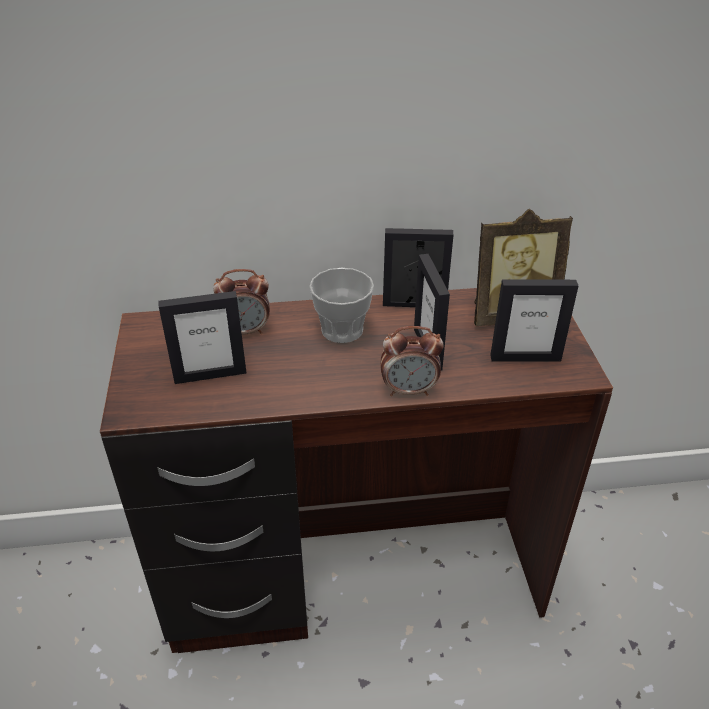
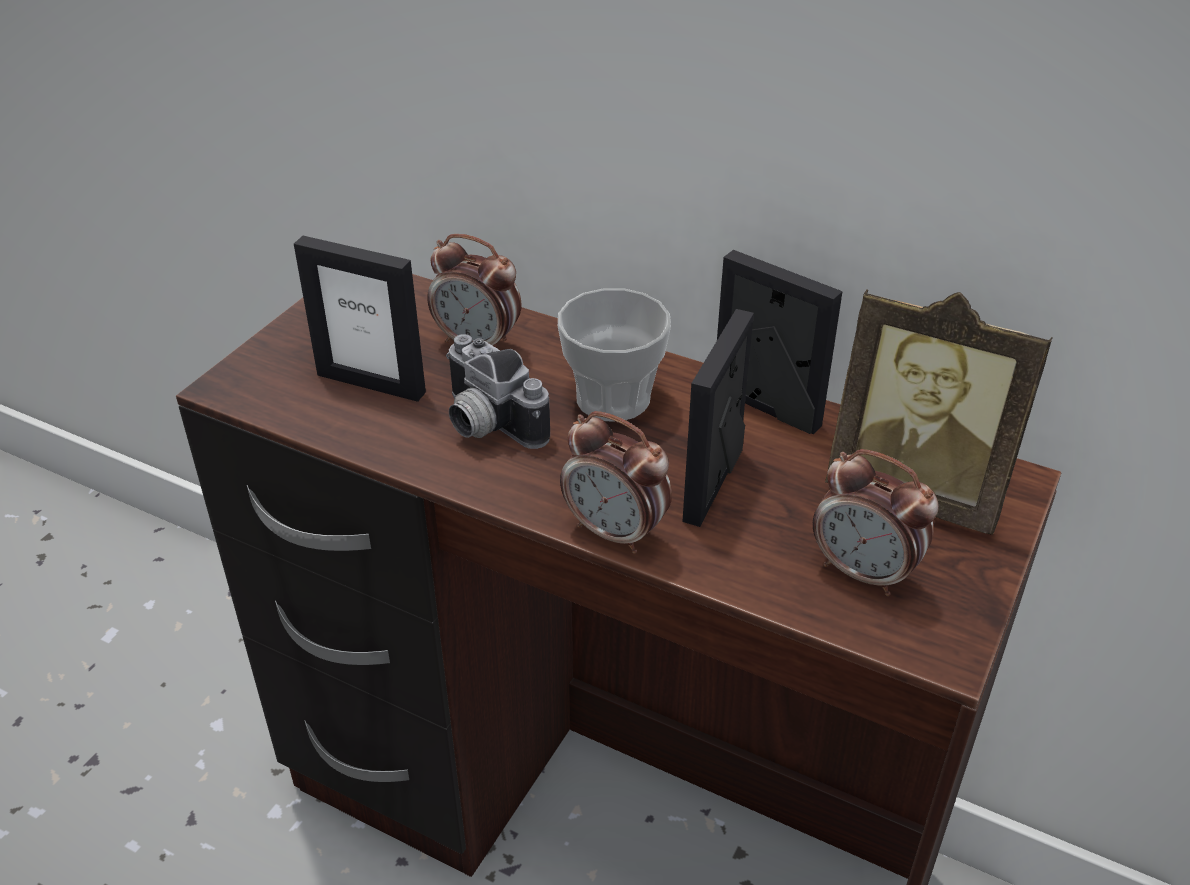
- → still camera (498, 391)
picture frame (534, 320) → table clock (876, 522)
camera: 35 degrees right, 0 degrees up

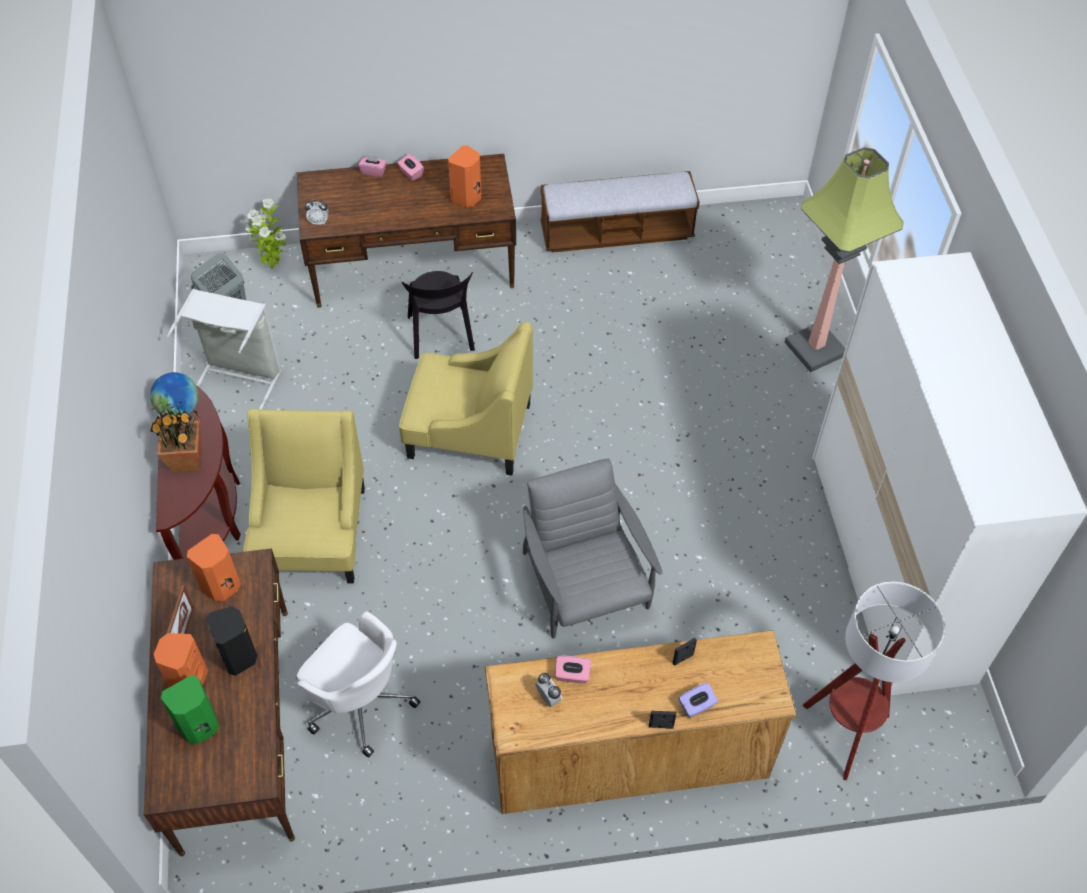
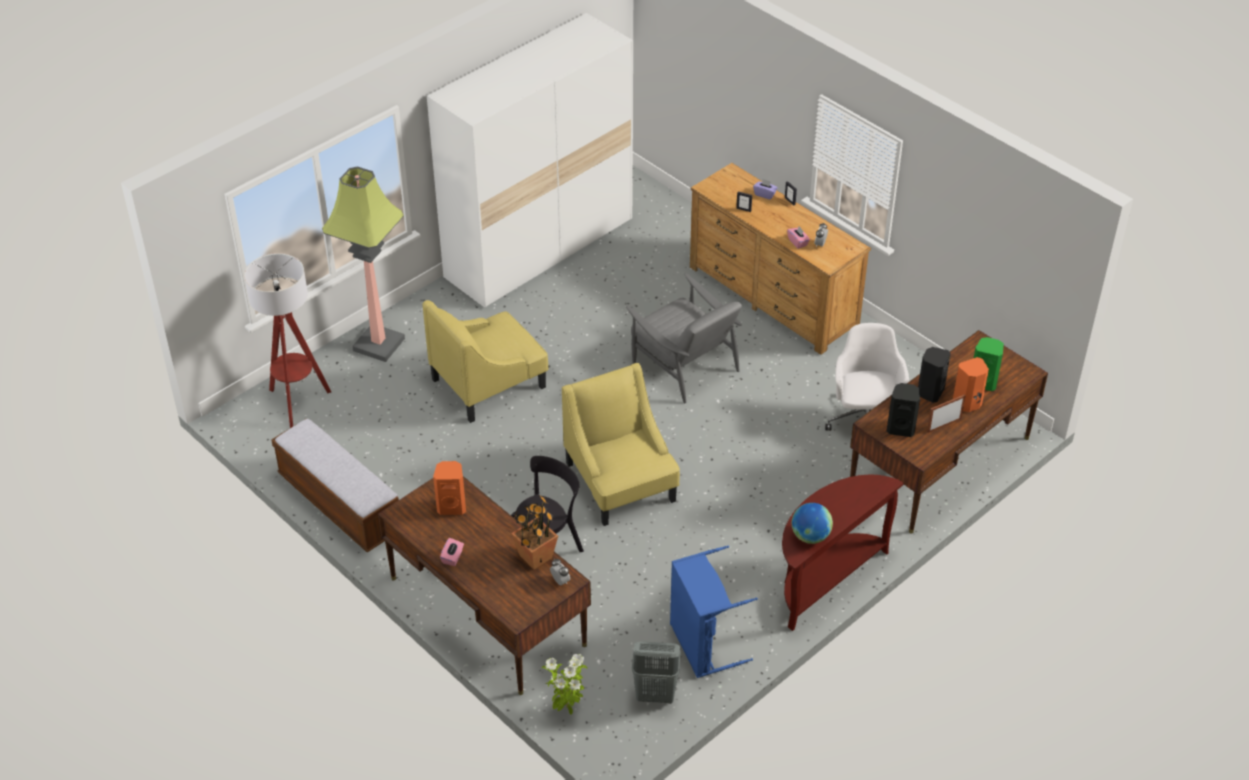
floor lamp (873, 681) → floor lamp (287, 340), relocated
yellow-coloured armchair (304, 496) → yellow-coloured armchair (486, 361), relocated
potted plant (176, 436) → potted plant (534, 532), relocated
gray armchair (592, 548) → gray armchair (684, 338), 75 degrees counterclockwise
gray hamper (224, 349) → blue hamper (714, 612)
orange speaker (214, 568) → blackish speaker (903, 410)
pink-coloured tissue box (372, 165) → -
camera: 125 degrees left, 10 degrees down

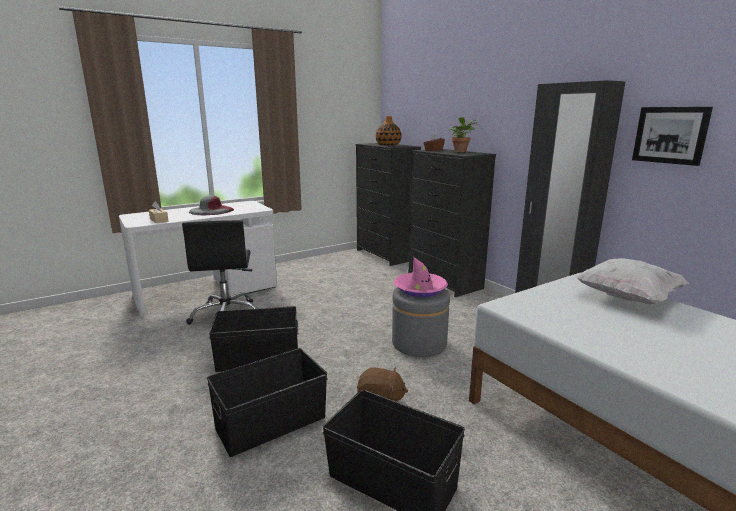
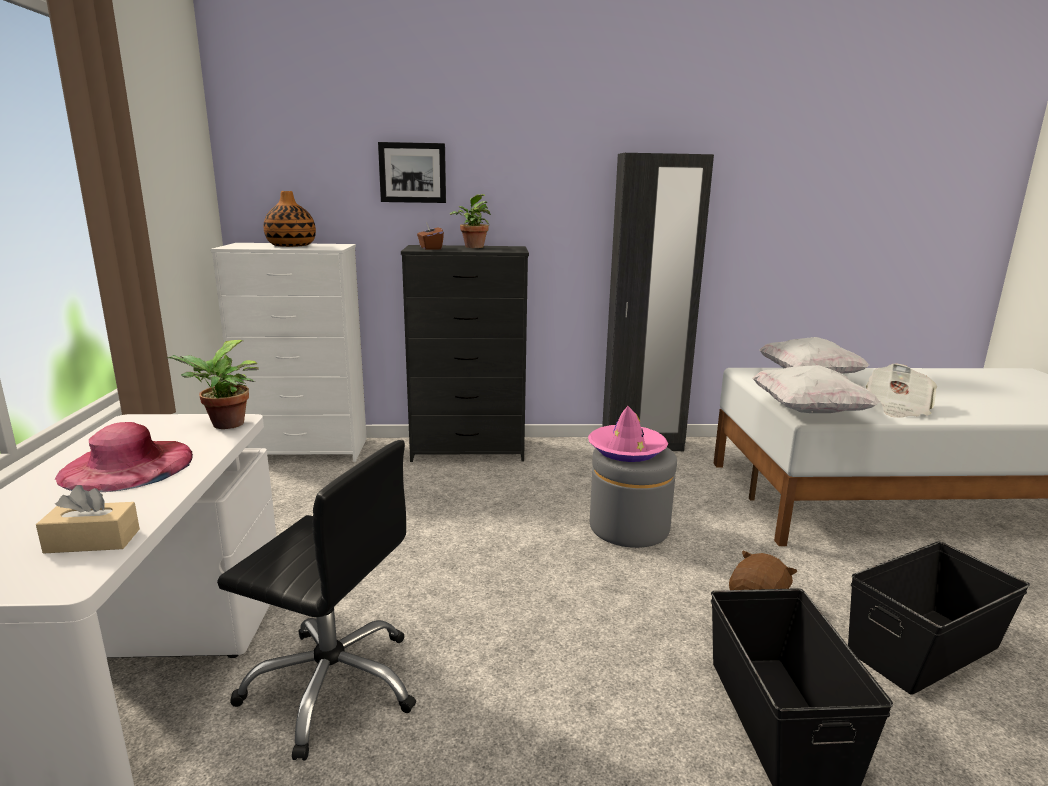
gray hat (211, 205) → pink-coloured hat (123, 457)
- → potted plant (212, 384)
blackish dresser (388, 204) → white-coloured dresser (289, 352)
picture (672, 136) → picture (412, 172), relocated
- → white-coloured cushion (816, 389)
- → printed paper (901, 390)
blackish storage container (253, 339) → -
camera: 60 degrees left, 0 degrees up

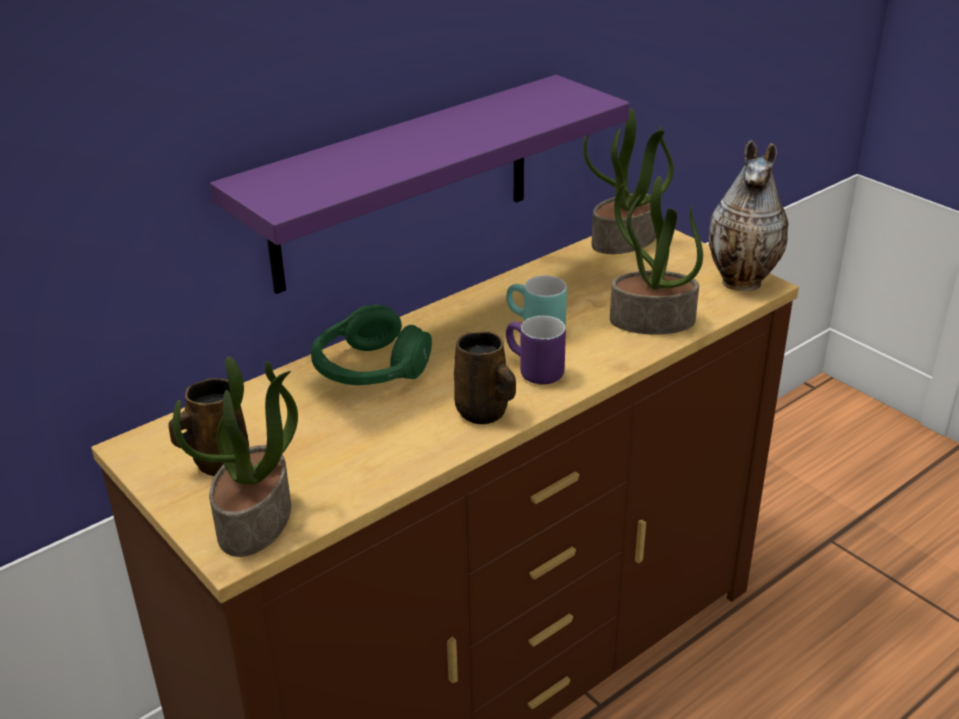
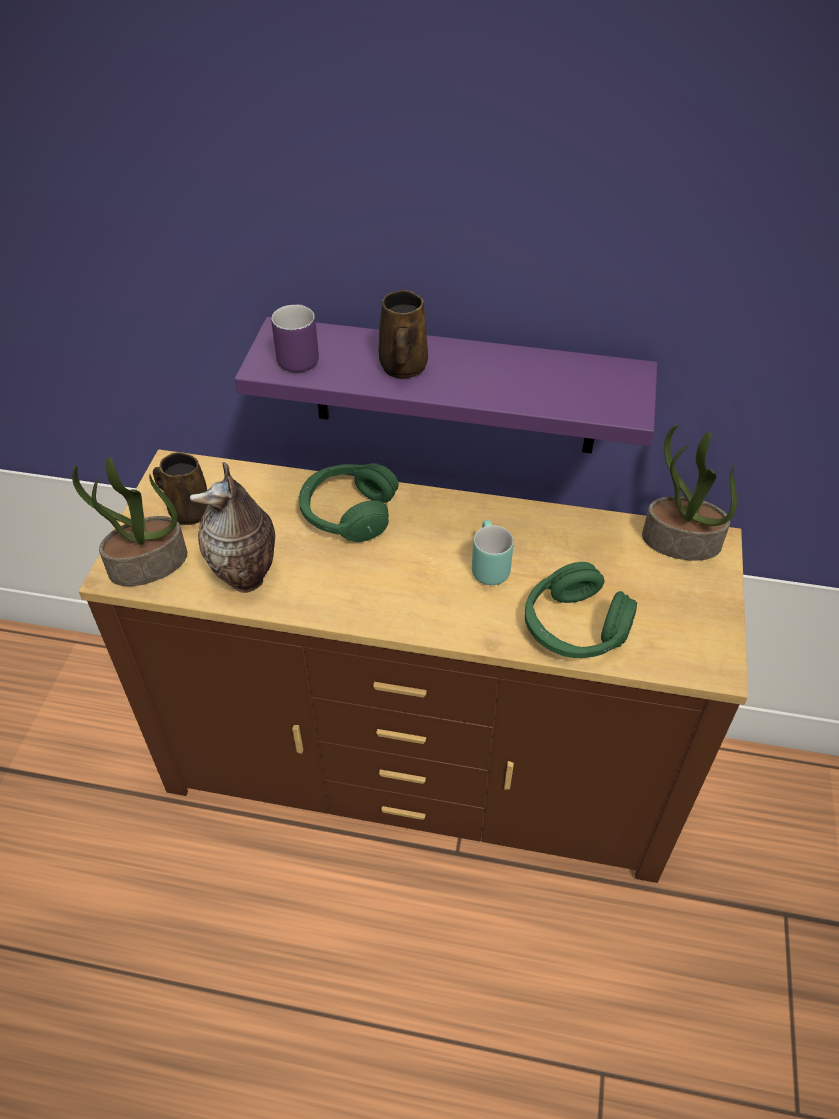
flower vase (749, 215) → flower vase (232, 527), relocated
purple coffee mug (536, 350) → purple coffee mug (295, 338), relocated
brown coffee mug (485, 377) → brown coffee mug (403, 334), relocated
potted plant (656, 255) → green pair of headphones (581, 610)
camera: 50 degrees right, 15 degrees up

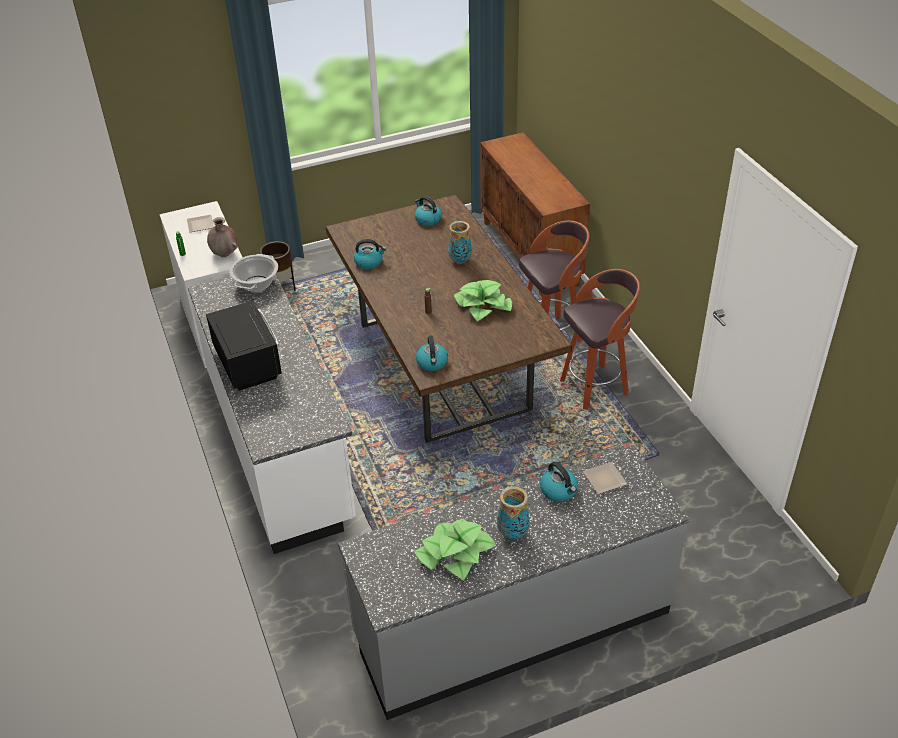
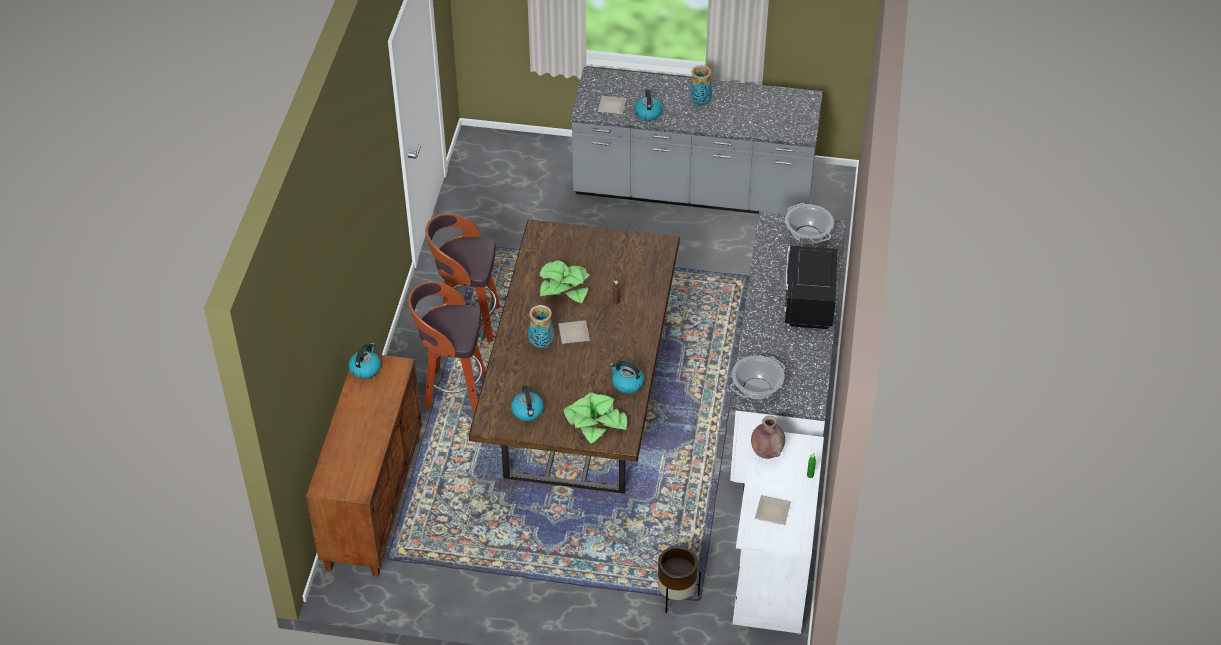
kettle (432, 353) → kettle (364, 361), relocated
- → plate (574, 332)
potted plant (455, 550) → potted plant (595, 418), relocated
- → stockpot (809, 223)
camera: 150 degrees left, 5 degrees up

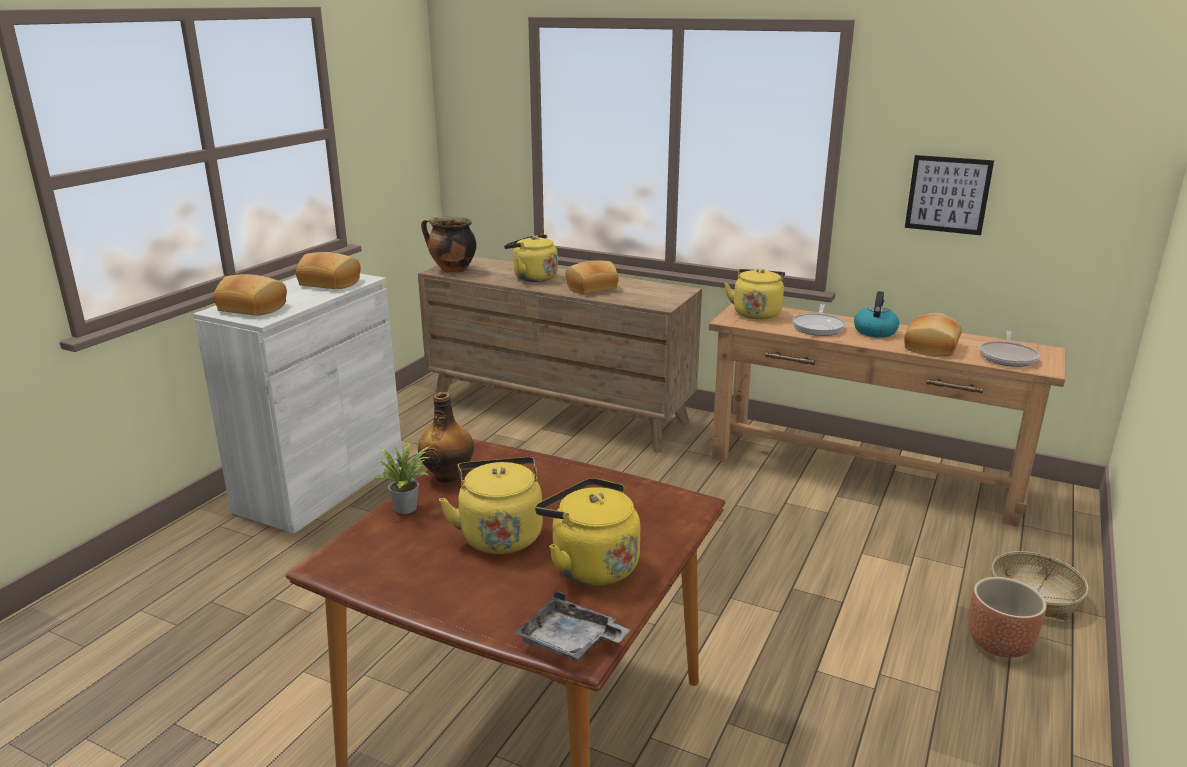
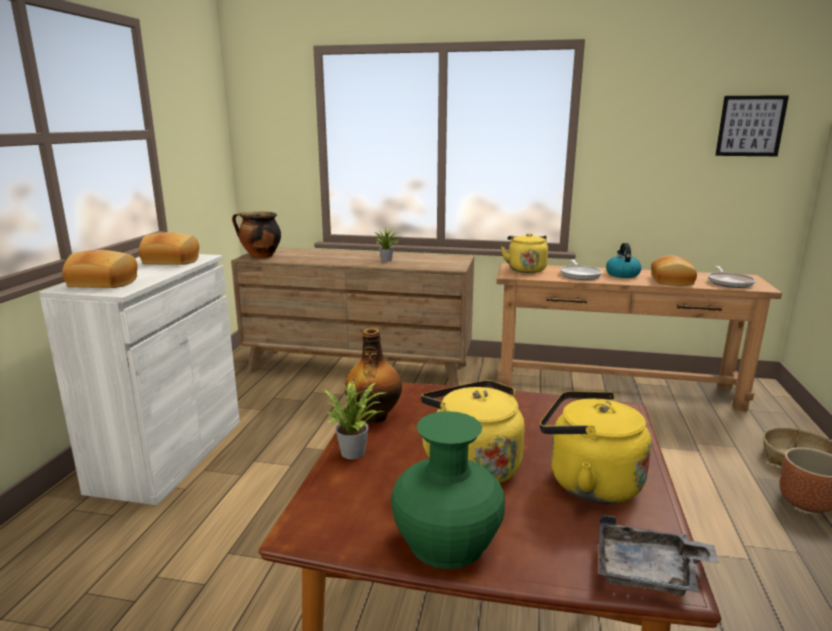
bakery bread (592, 277) → potted plant (386, 245)
- → green flower vase (448, 490)
picture (949, 195) → picture (752, 125), relocated
yellow-coloured kettle (531, 258) → -
camera: 15 degrees left, 5 degrees down

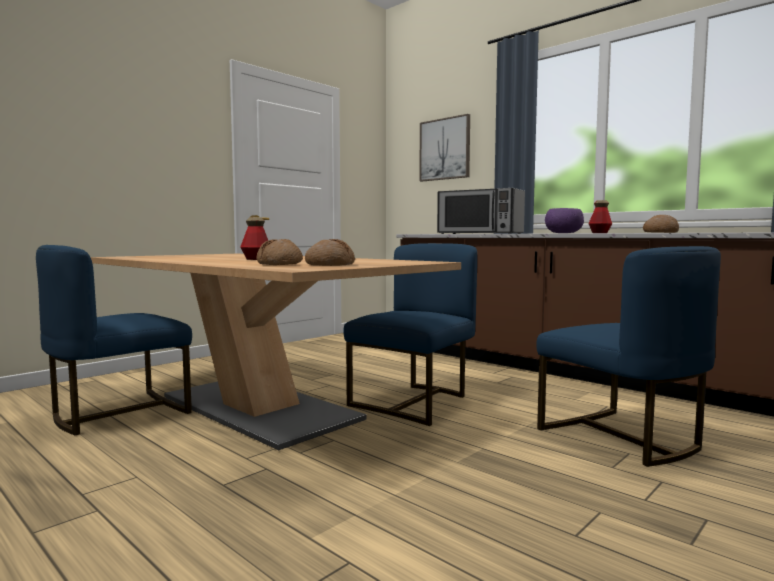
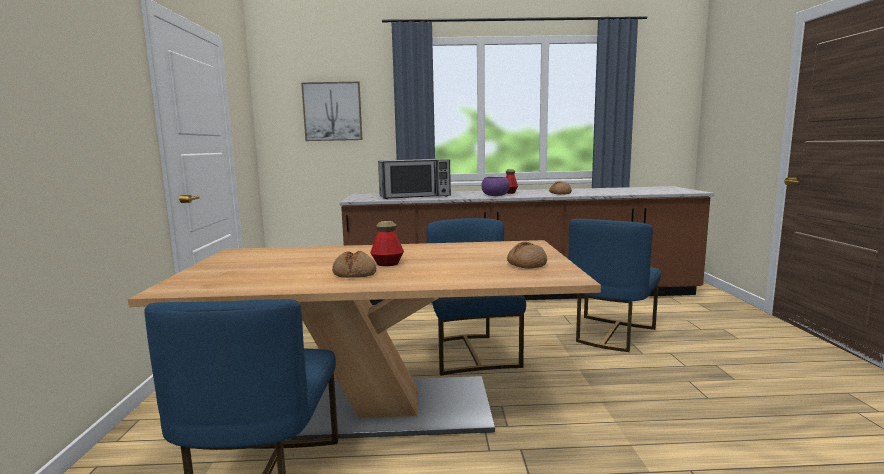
bakery bread (279, 252) → bakery bread (354, 264), relocated
blue plain chair (628, 356) → blue plain chair (615, 285), 105 degrees clockwise
camera: 45 degrees left, 5 degrees up

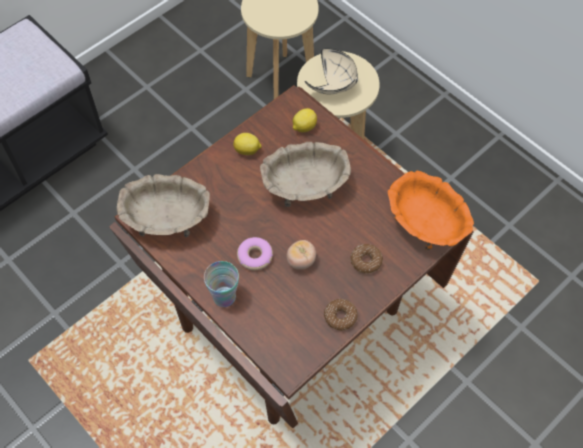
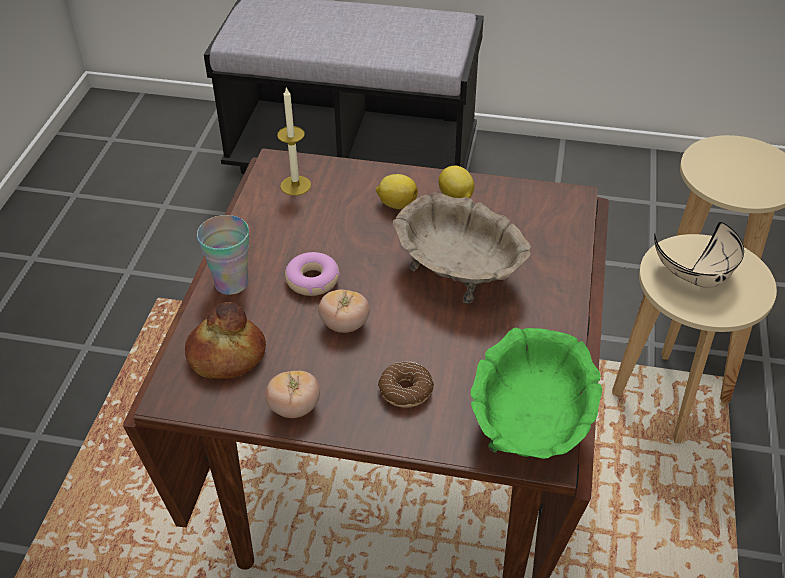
- → bakery bread (225, 340)
doughnut (341, 315) → fresh tomato (292, 394)
beige-coloured deep dish (163, 205) → candle (294, 141)
lemon (305, 120) → lemon (397, 191), relocated
orange deep dish (431, 210) → green deep dish (536, 393)
camera: 55 degrees right, 15 degrees down

